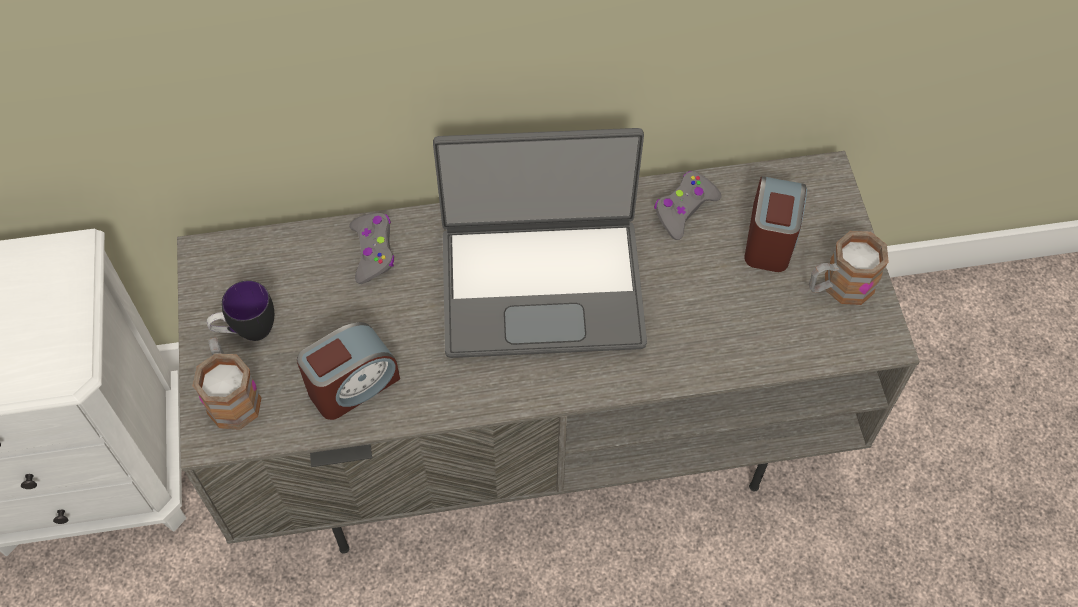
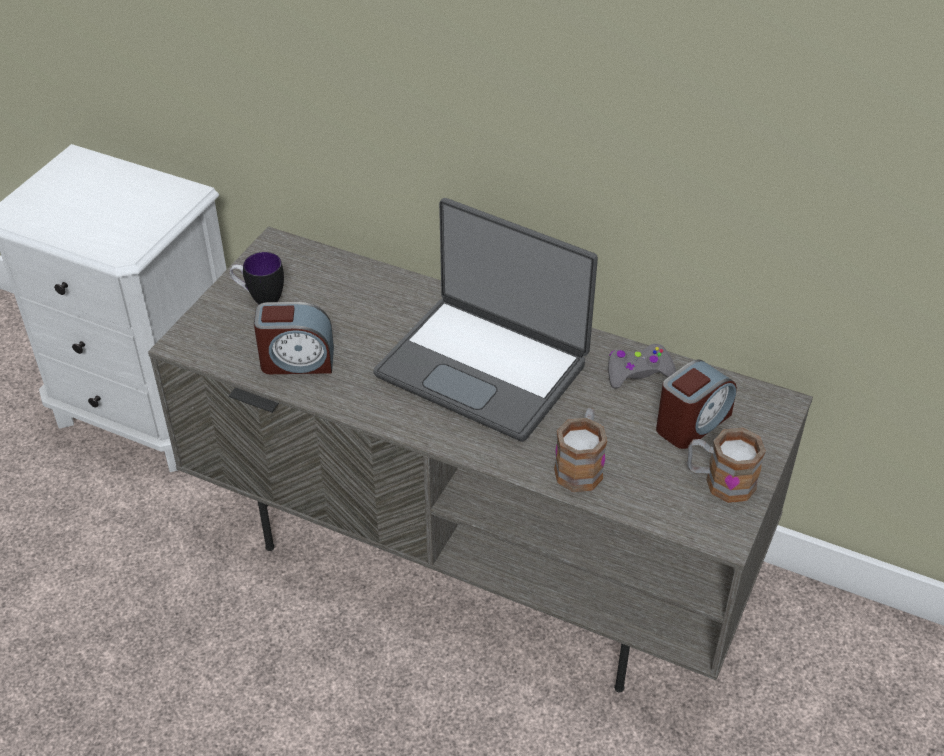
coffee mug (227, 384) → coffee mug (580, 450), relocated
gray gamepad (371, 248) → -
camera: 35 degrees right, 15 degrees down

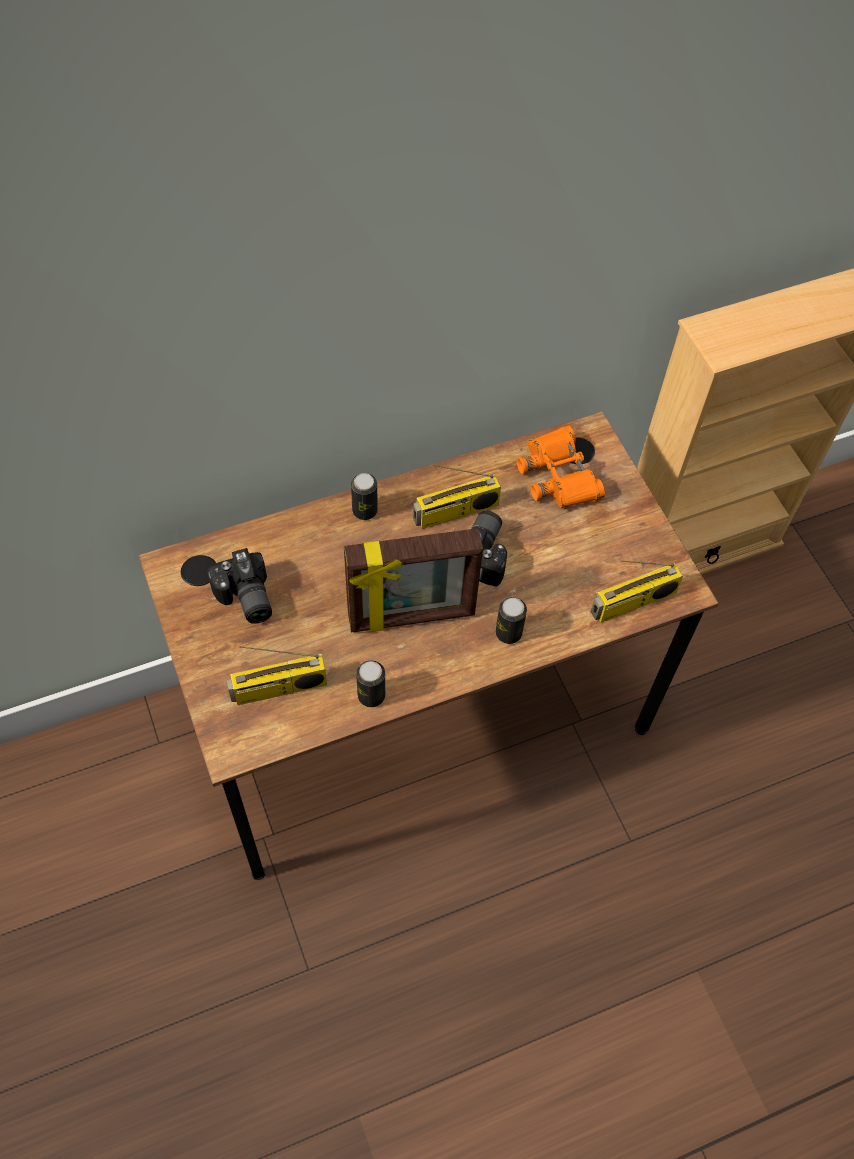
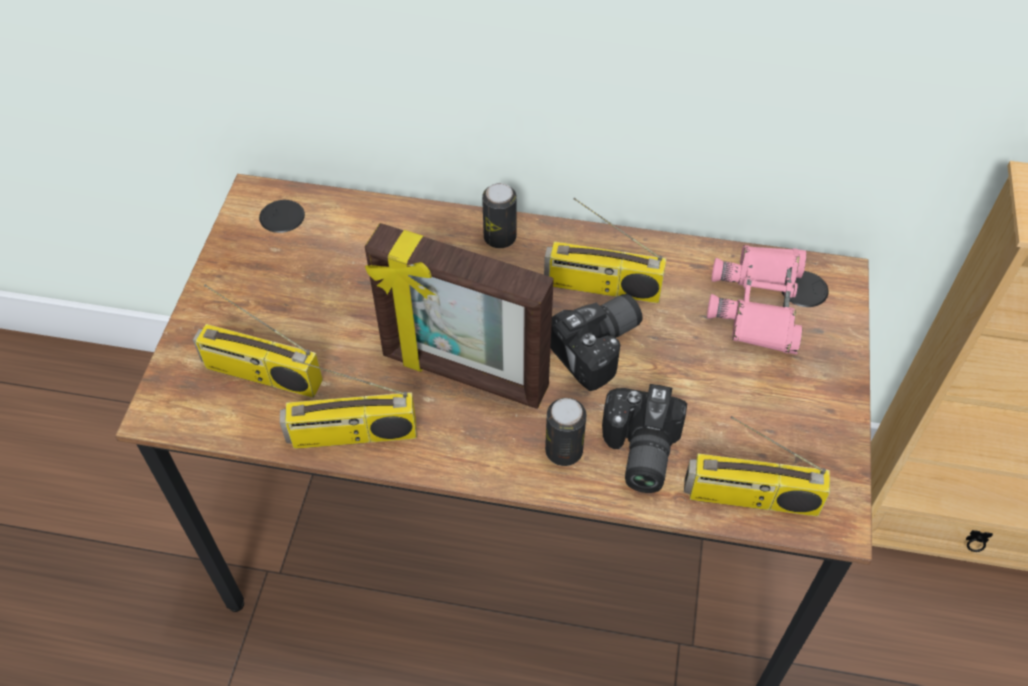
can (370, 683) → radio receiver (348, 404)
still camera (239, 586) → still camera (644, 438), relocated
orange field glasses (561, 467) → pink-coloured field glasses (757, 299)
camera: 35 degrees right, 5 degrees down

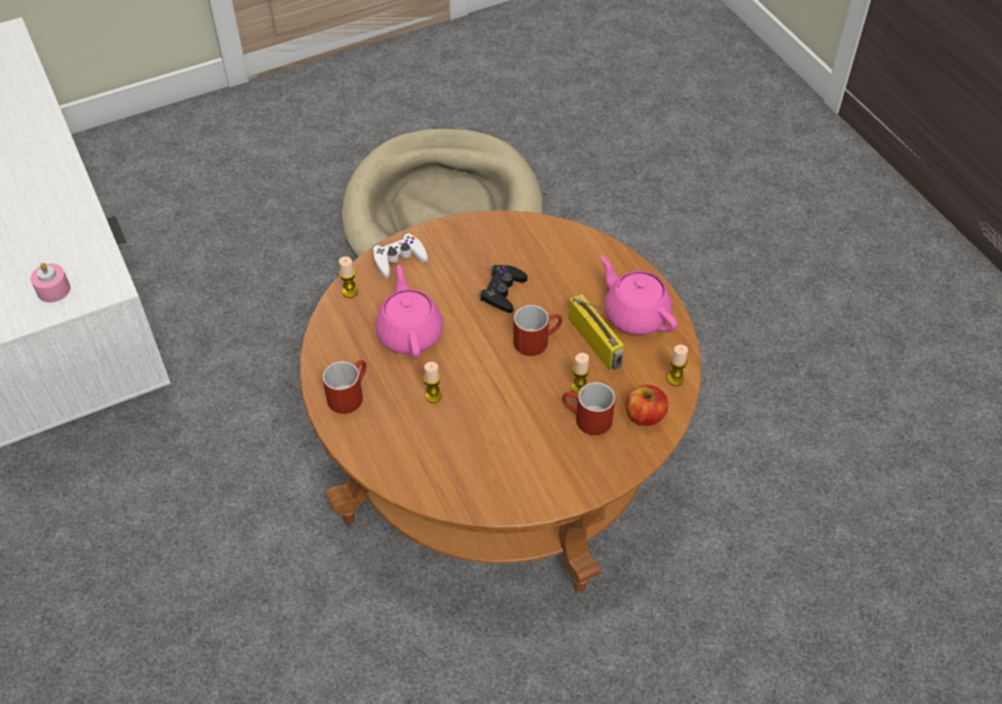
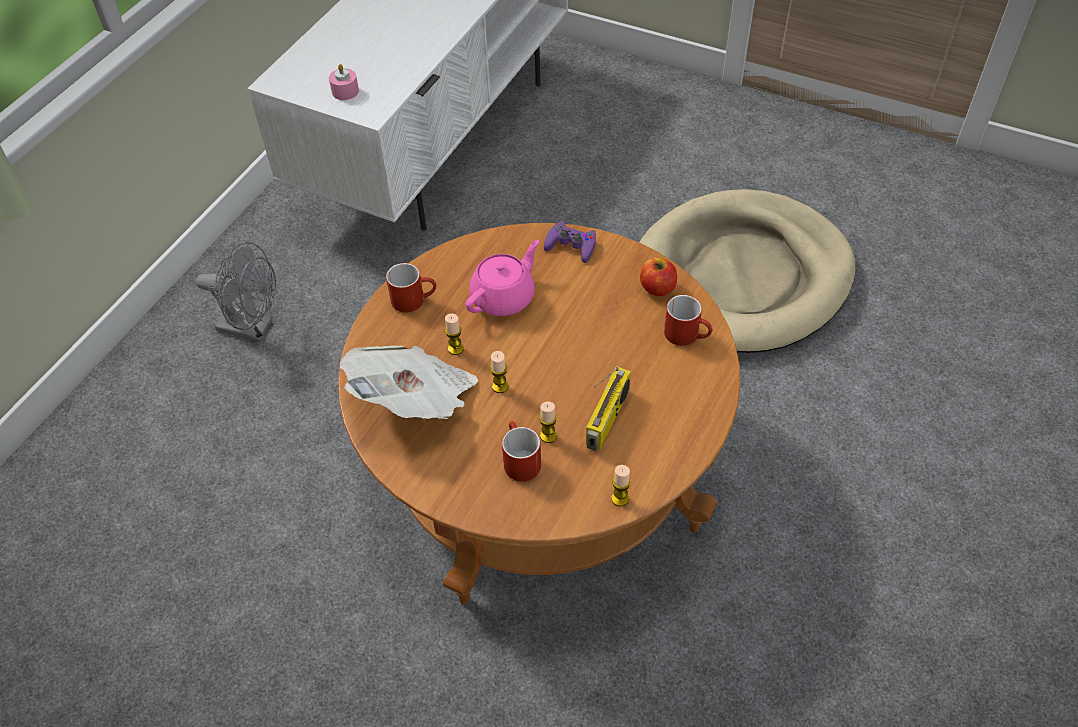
- → gray electric fan (236, 292)
- → printed paper (409, 382)
candle (348, 277) → candle (499, 372), relocated
white-coloured gamepad (400, 255) → purple gamepad (570, 242)
apple (646, 405) → apple (658, 277), relocated
red-coloured coffee mug (537, 330) → red-coloured coffee mug (688, 320), relocated
blackish gamepad (503, 289) → -
pink-coloured pot for tea (638, 295) → -
camera: 55 degrees right, 0 degrees up

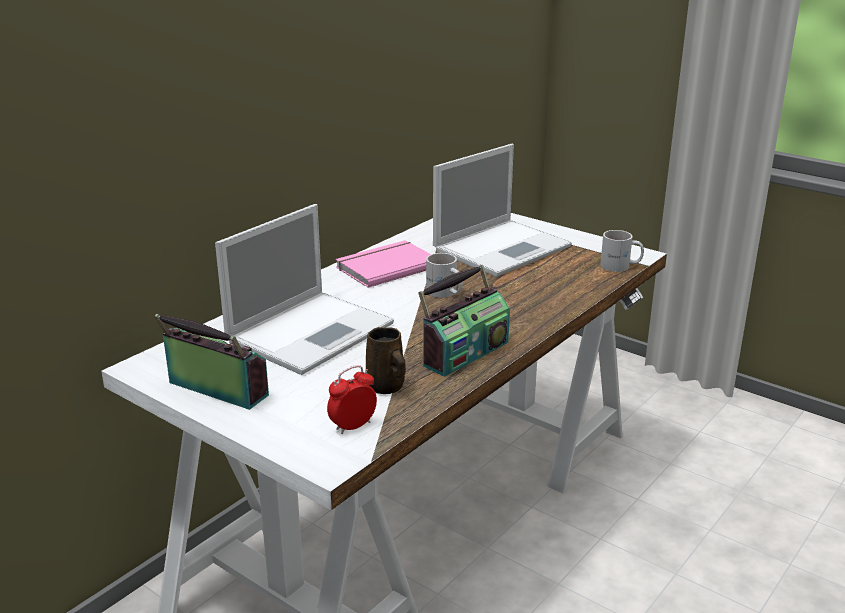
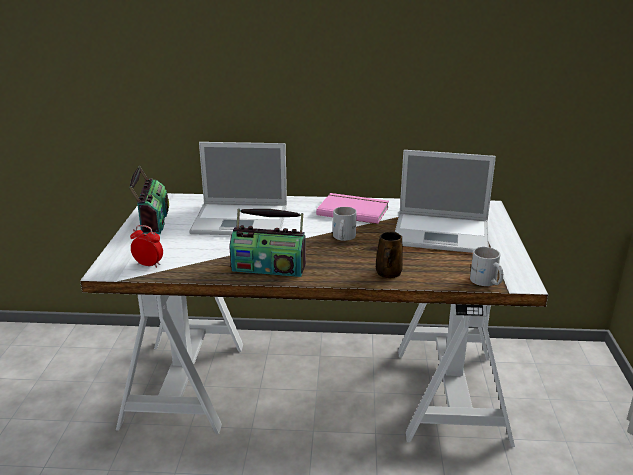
brown coffee mug (386, 360) → brown coffee mug (389, 254), relocated
camera: 55 degrees right, 0 degrees up

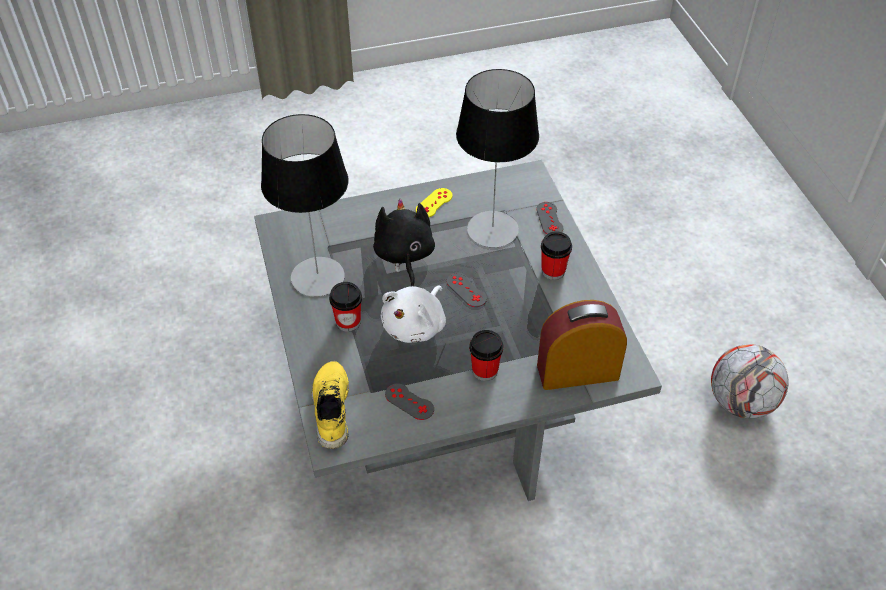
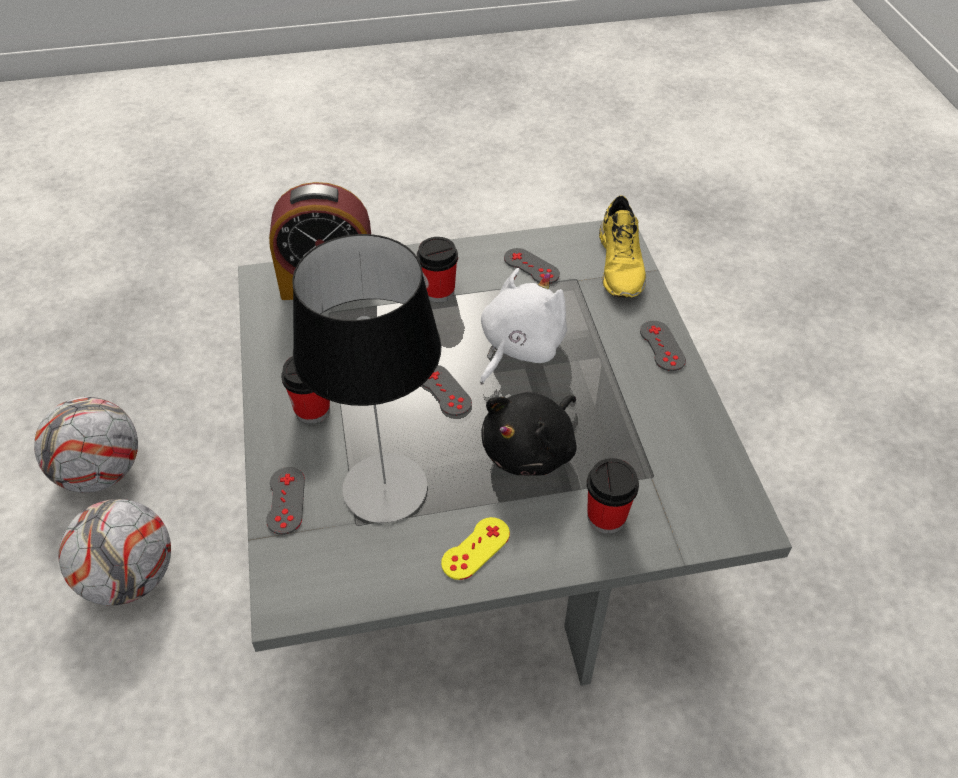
- → ball for football (115, 552)
blackish cuddly toy (404, 242) → blackish cuddly toy (529, 434), 45 degrees clockwise
drinking cup (345, 307) → drinking cup (613, 496), relocated
- → gray gamepad (663, 346)
lamp for a table (304, 205) → -
camera: 175 degrees left, 0 degrees up

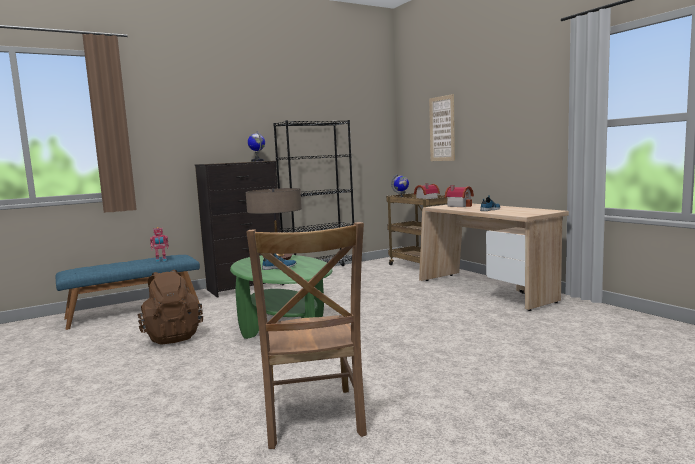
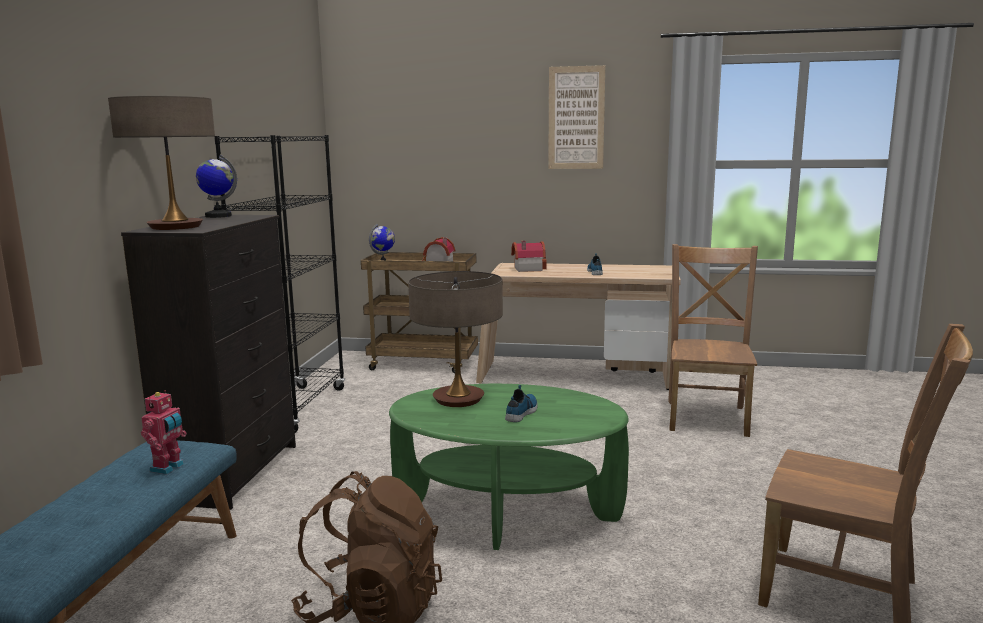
- → lamp for a table (161, 163)
picture (442, 127) → picture (576, 117), relocated
- → brown plain chair (713, 340)
camera: 50 degrees left, 5 degrees up

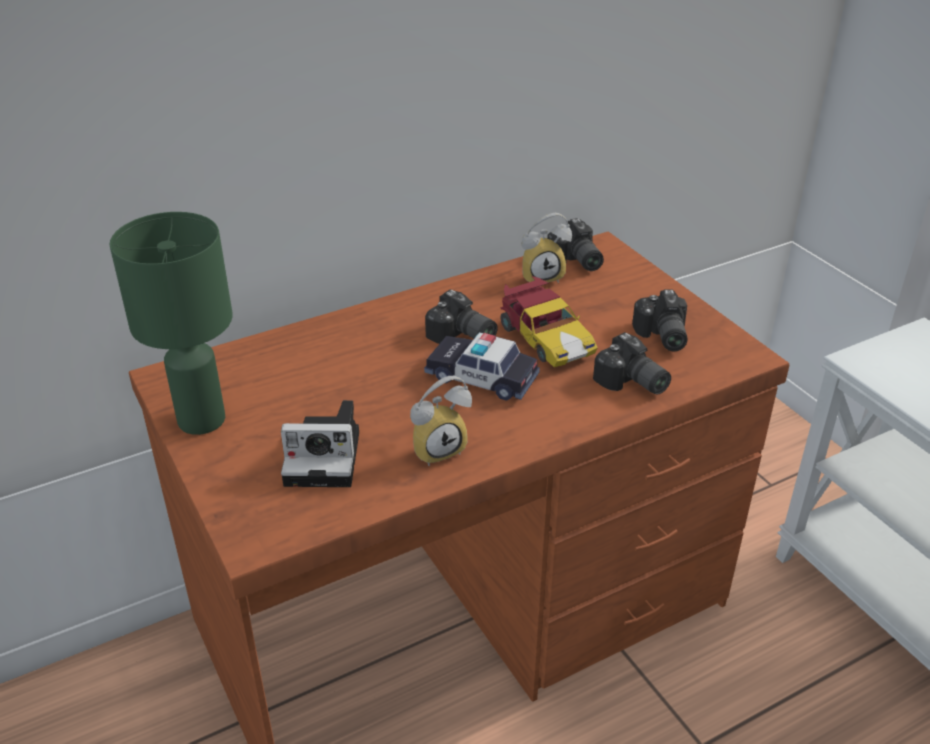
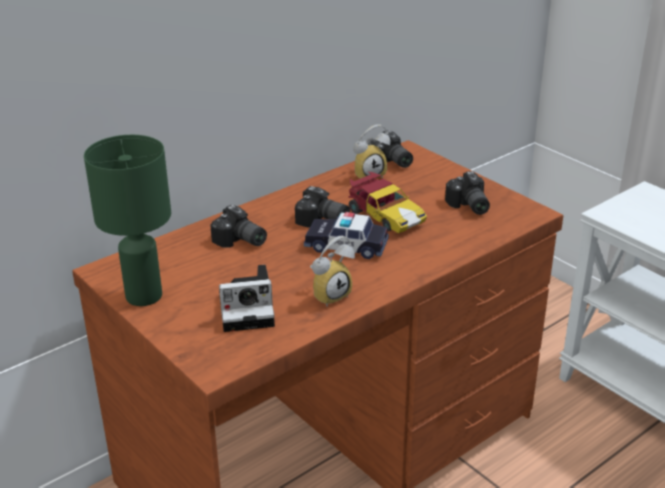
still camera (632, 363) → still camera (238, 226), relocated
camera: 10 degrees left, 5 degrees down

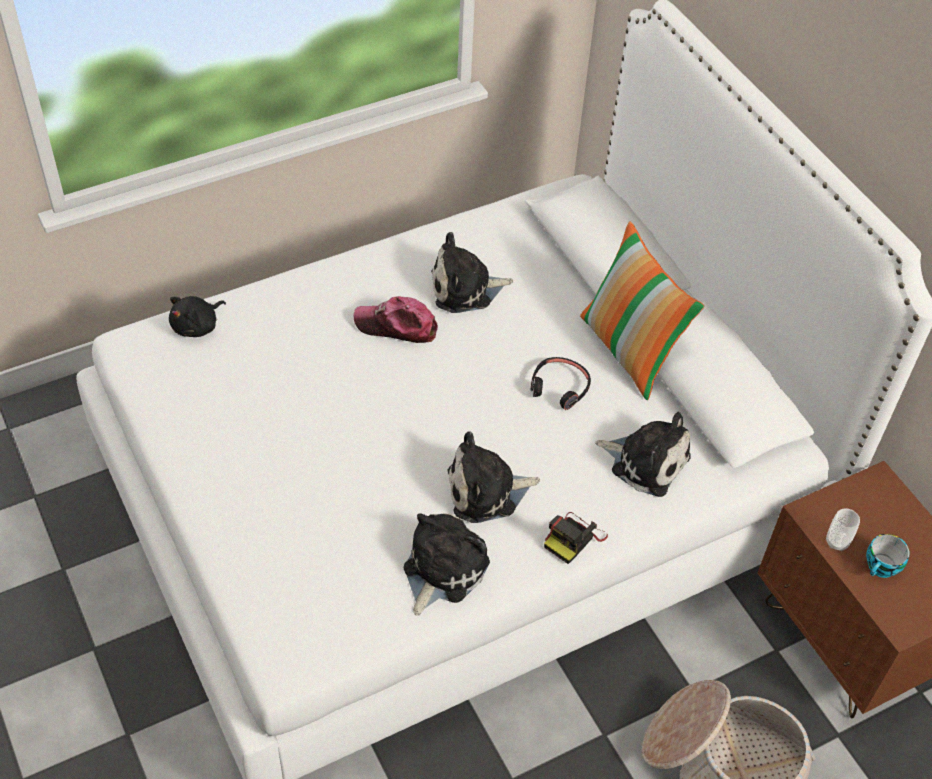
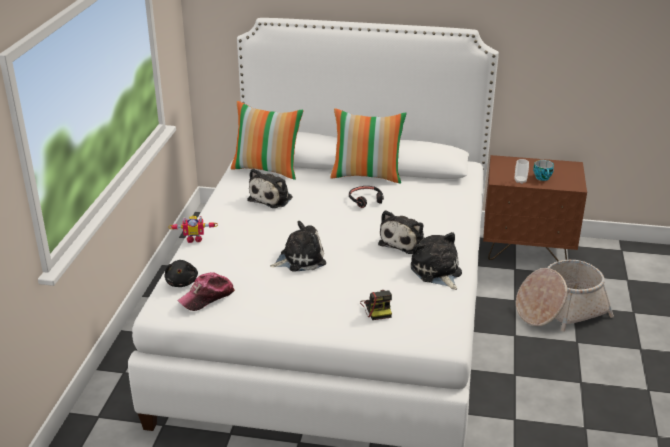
- → toy robot (193, 229)
baseball cap (396, 319) → baseball cap (206, 291), relocated
- → cushion (267, 140)
cuddly toy (643, 454) → cuddly toy (298, 246), relocated
still camera (576, 538) → still camera (376, 305), relocated
camera: 50 degrees left, 20 degrees down

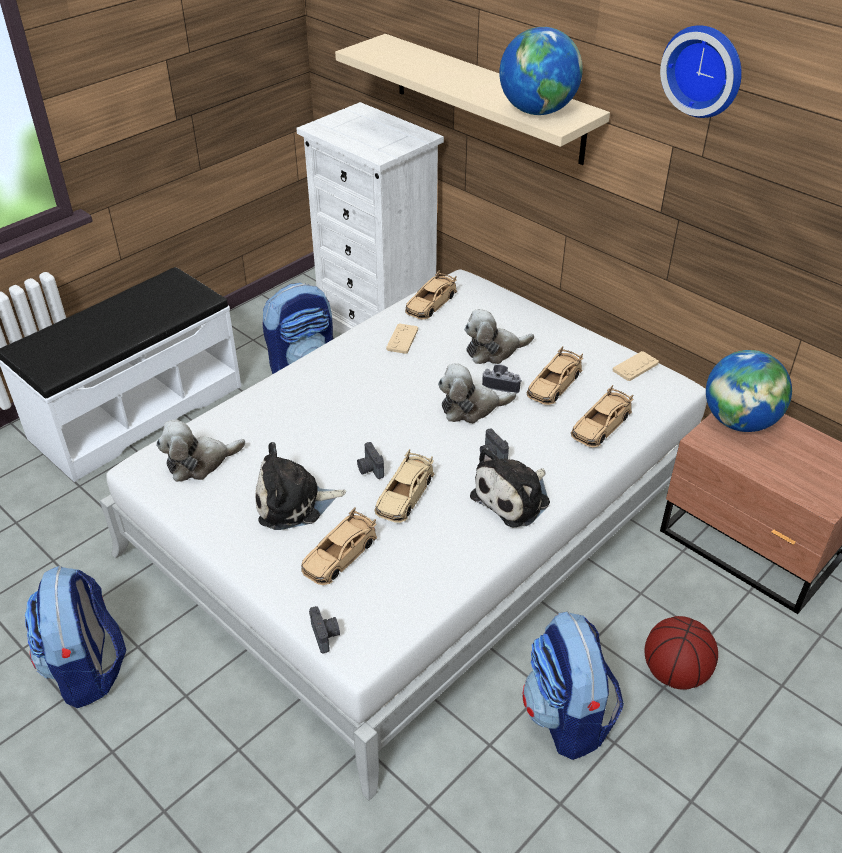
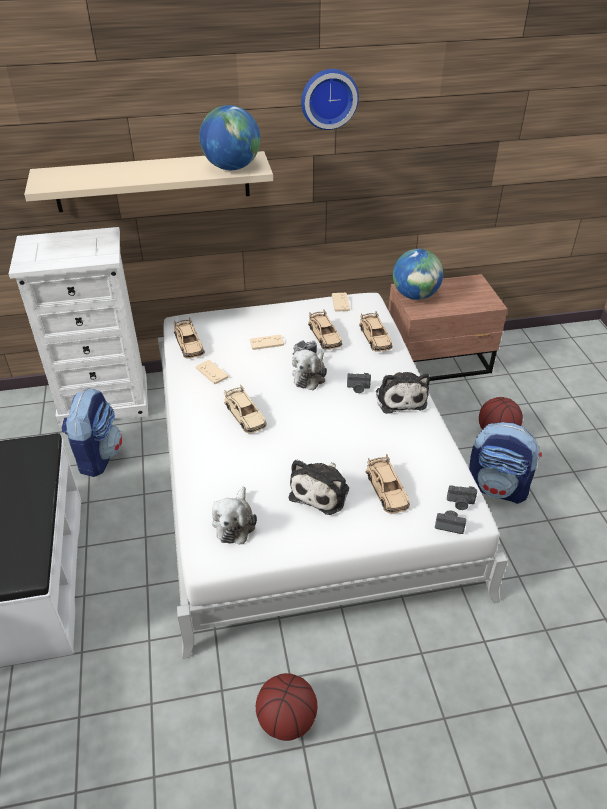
beige-coloured miniature car (404, 486) → beige-coloured miniature car (245, 408), relocated
cuddly toy (499, 336) → beige-coloured gamepad (267, 342)
rucksack (75, 637) → basketball (286, 707)
still camera (370, 460) → still camera (462, 497), relocated
camera: 55 degrees left, 0 degrees up

